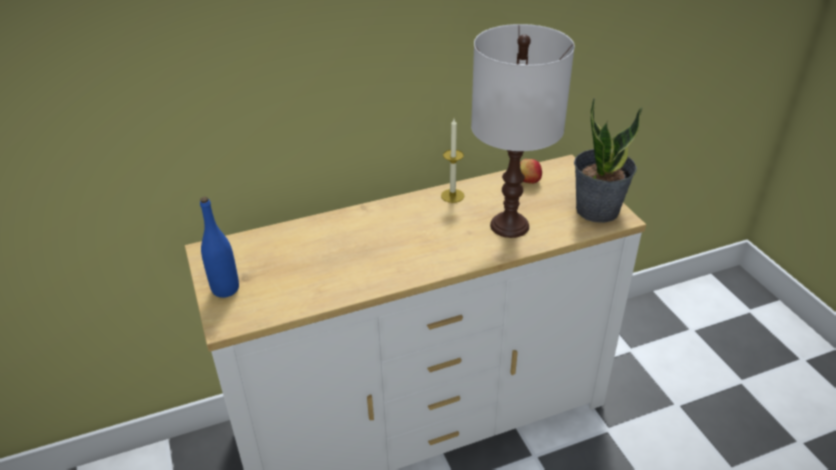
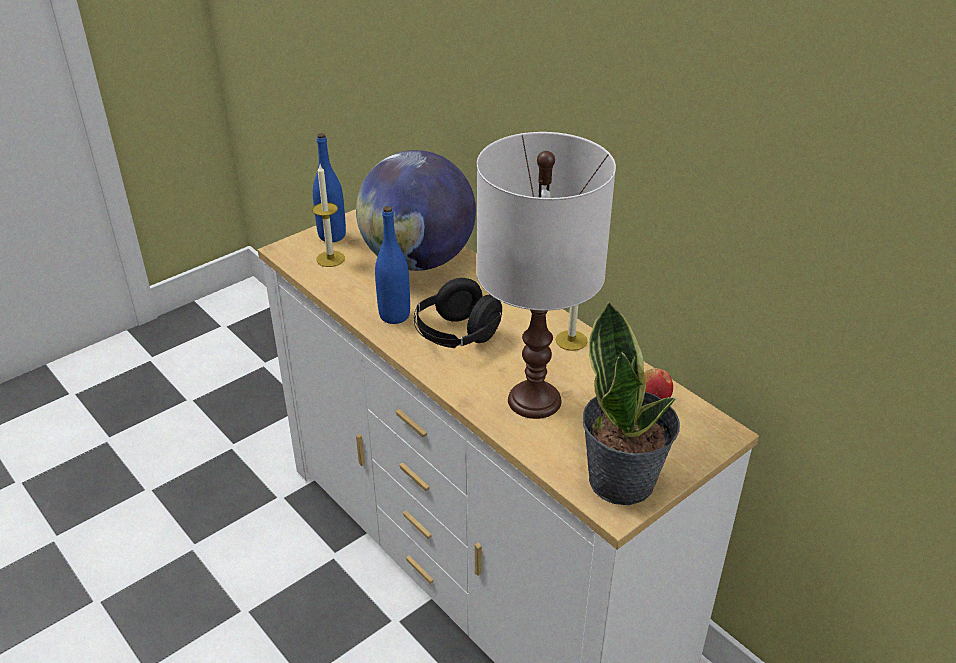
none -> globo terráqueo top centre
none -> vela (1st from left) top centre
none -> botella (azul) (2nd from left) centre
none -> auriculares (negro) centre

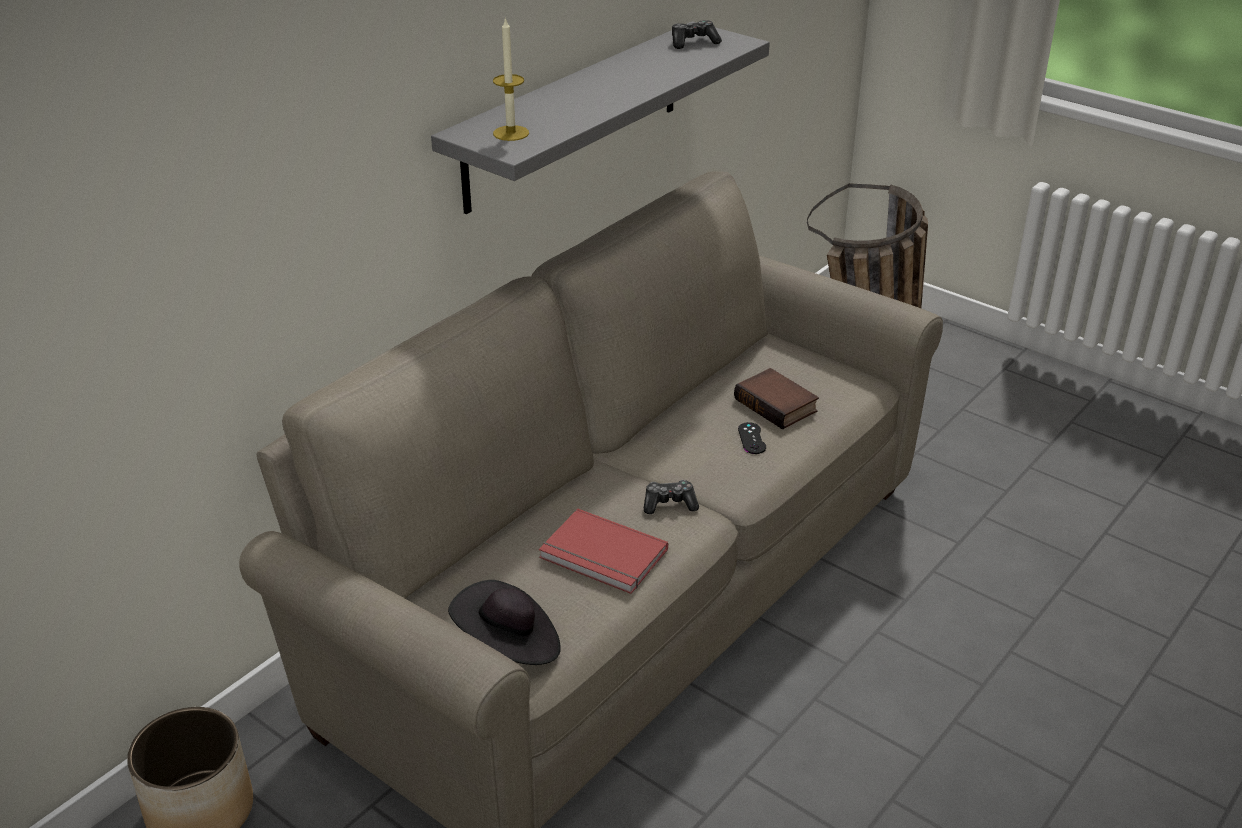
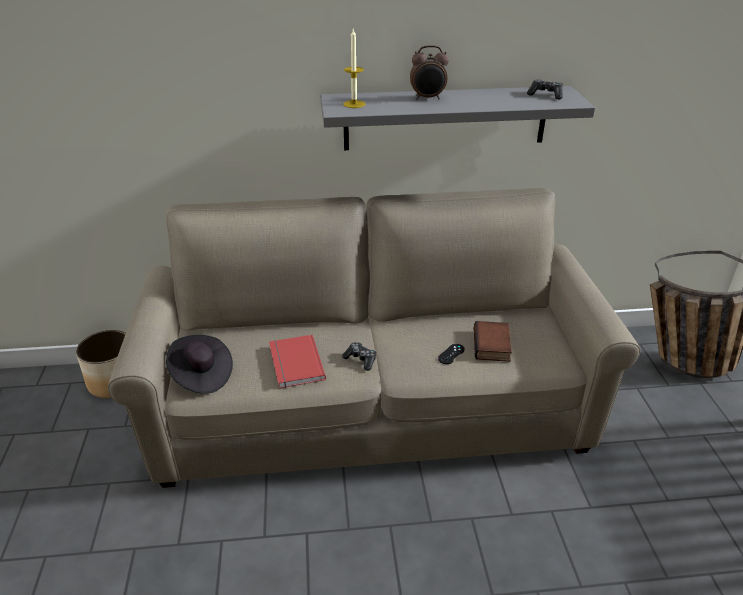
none -> despertador top centre

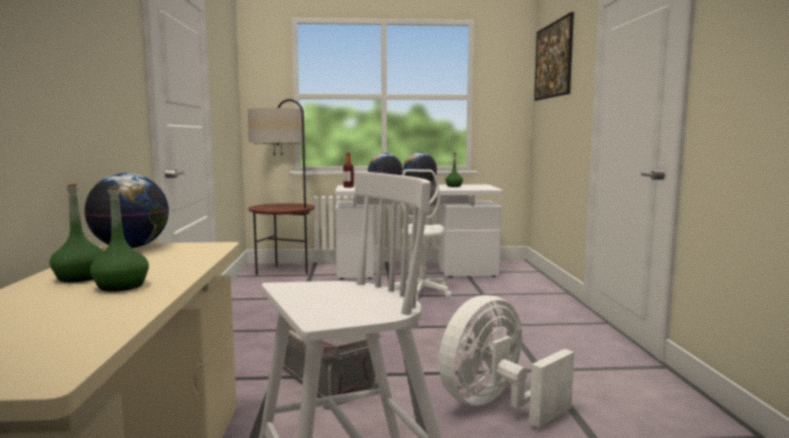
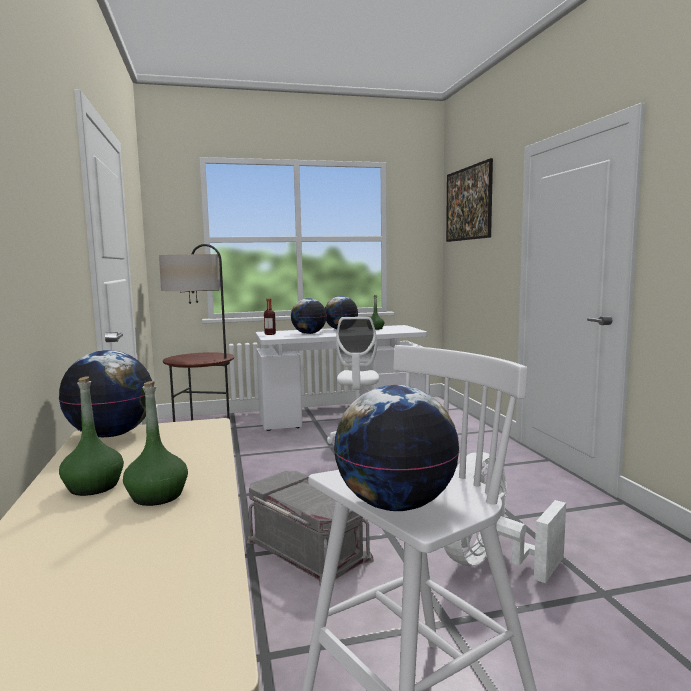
none -> globo terráqueo (4th from left) centre

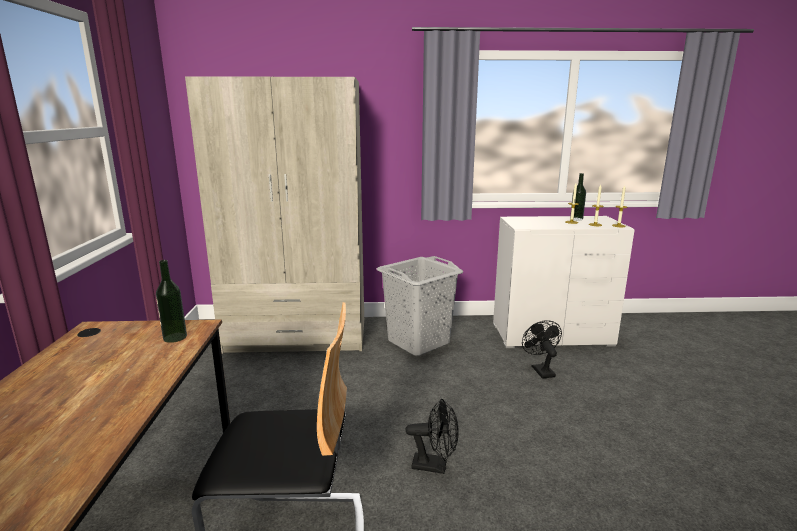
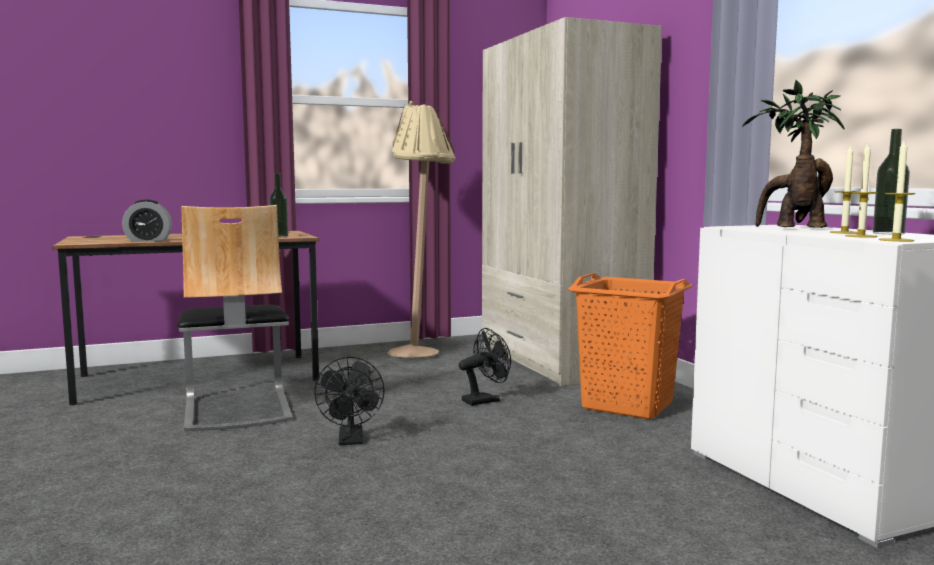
cesto de la ropa (gris) centre -> cesto de la ropa (naranja) middle right
ventilador (negro) (2nd from left) middle right -> ventilador (negro) (2nd from left) centre, move
none -> planta en maceta top right
none -> lámpara de pie (beis) centre
none -> despertador middle left

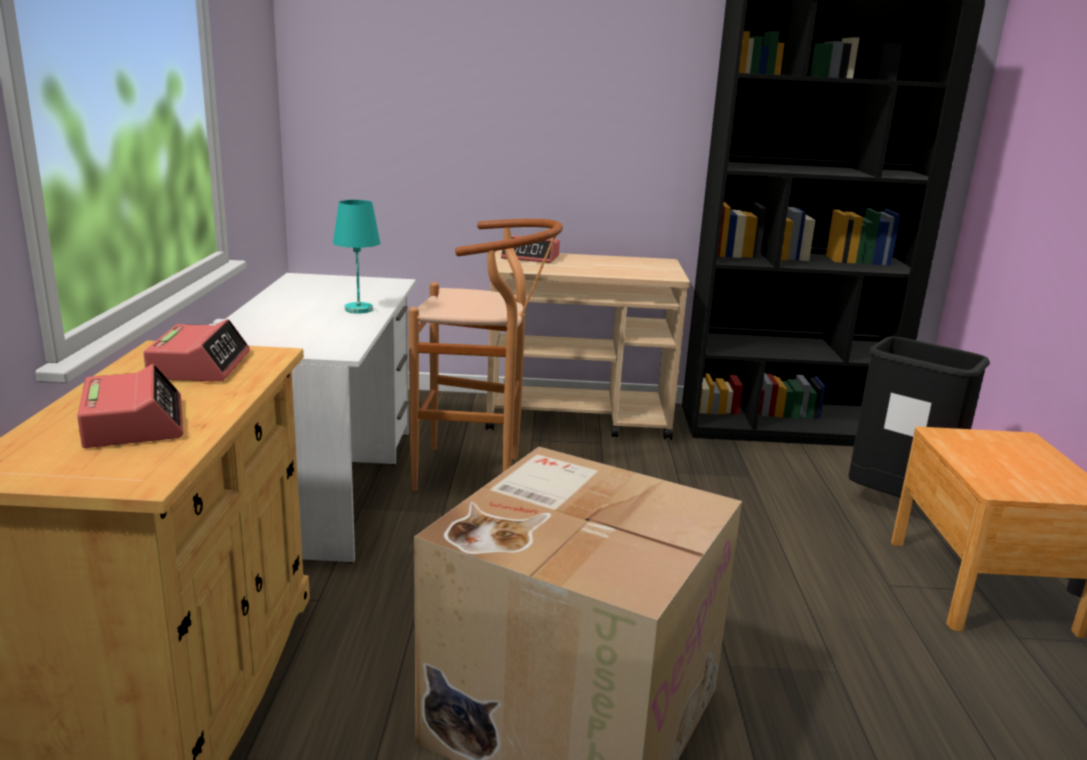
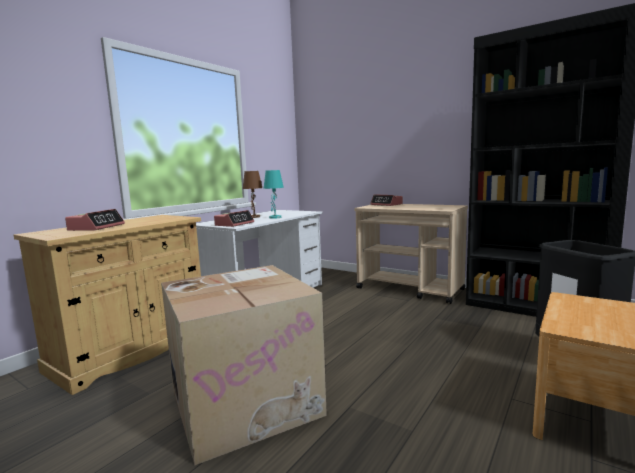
taburete (marrón) centre -> none
despertador (2nd from left) middle left -> despertador (2nd from left) centre, move
none -> lámpara de mesa (marrón) centre

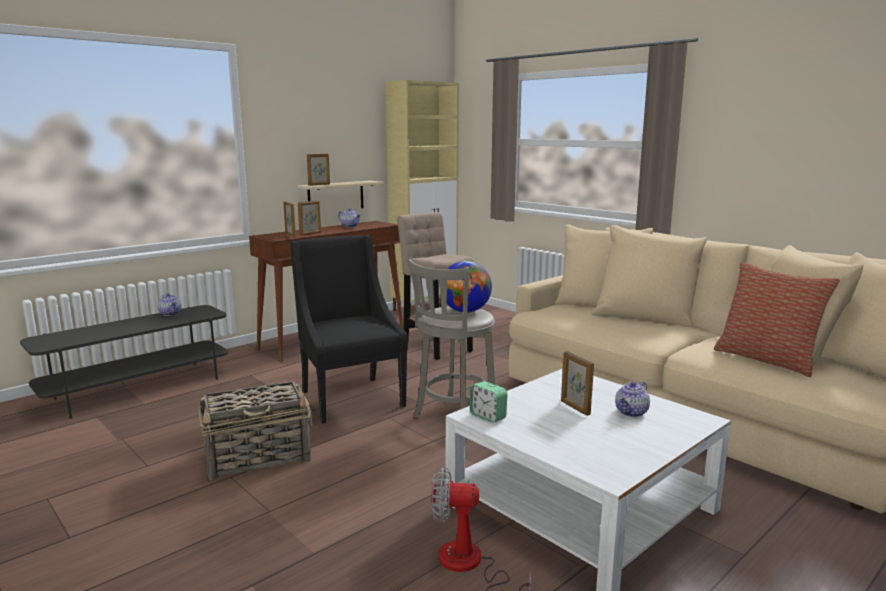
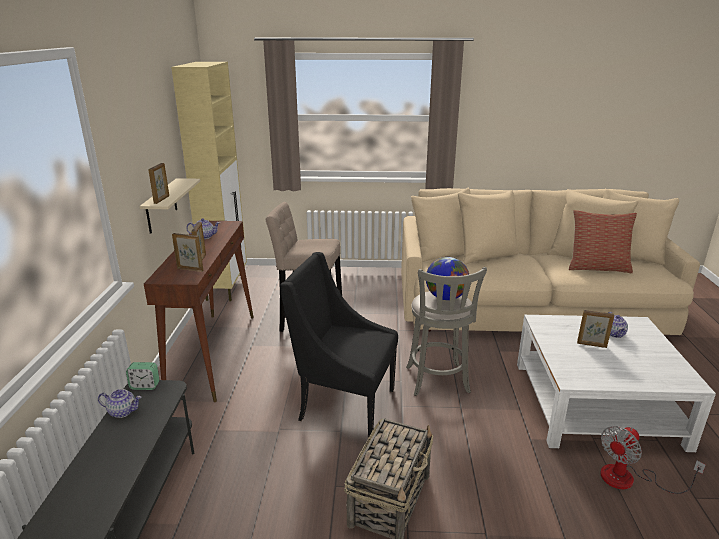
despertador bottom centre -> despertador bottom left, move

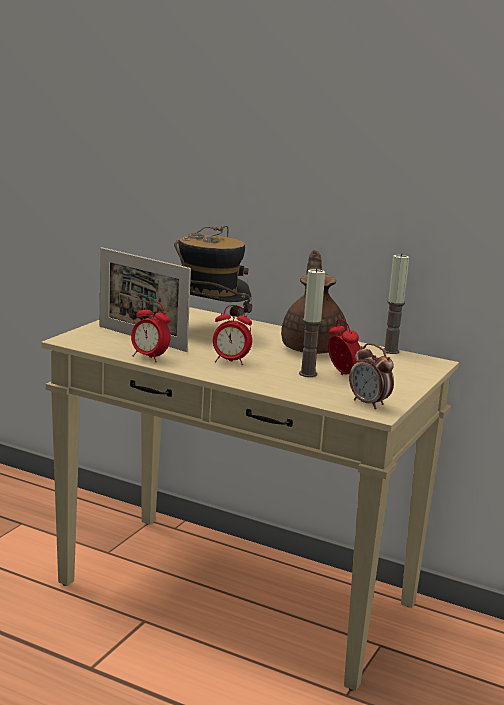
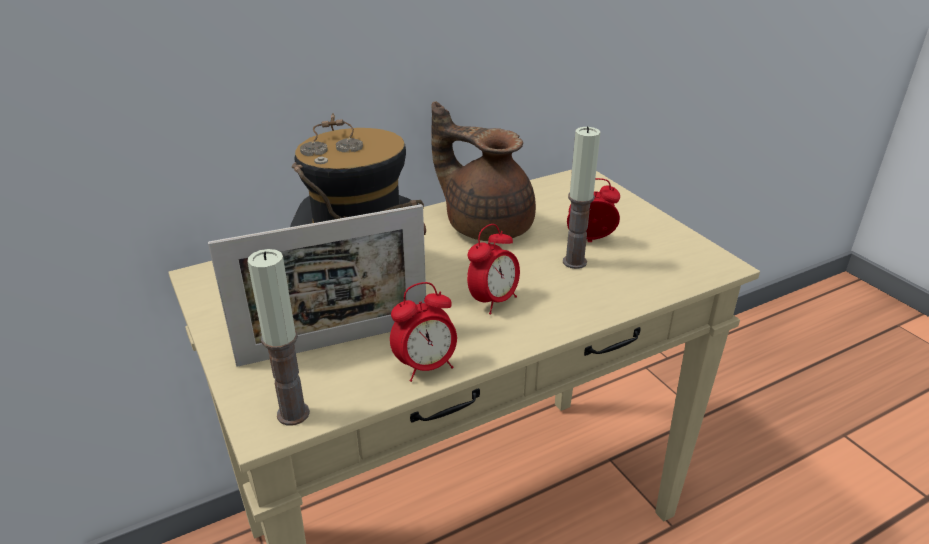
vela (2nd from left in the first image) middle right -> vela (1st from left) middle left, move
despertador (4th from left) middle right -> none

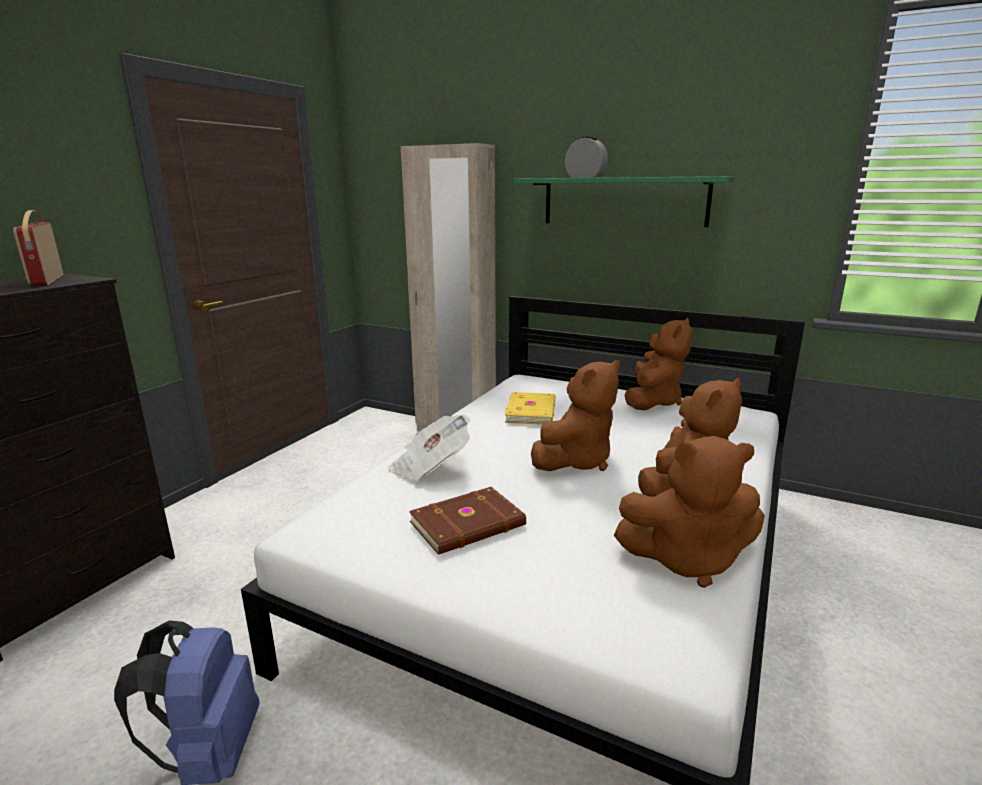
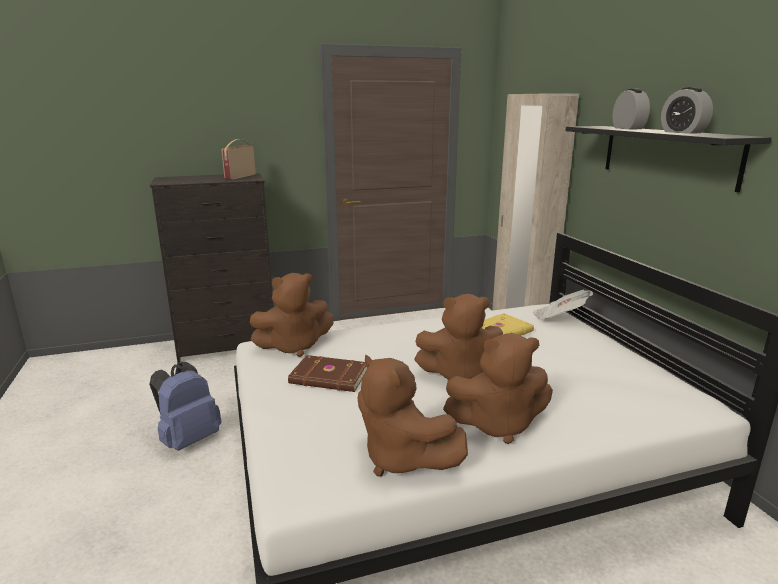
estante (verde) top centre -> estante (negro) top right
peluche (marrón) (2nd from left in the first image) middle right -> peluche (marrón) (1st from left) centre, move
periódico centre -> periódico middle right, move
none -> despertador (2nd from left) top right

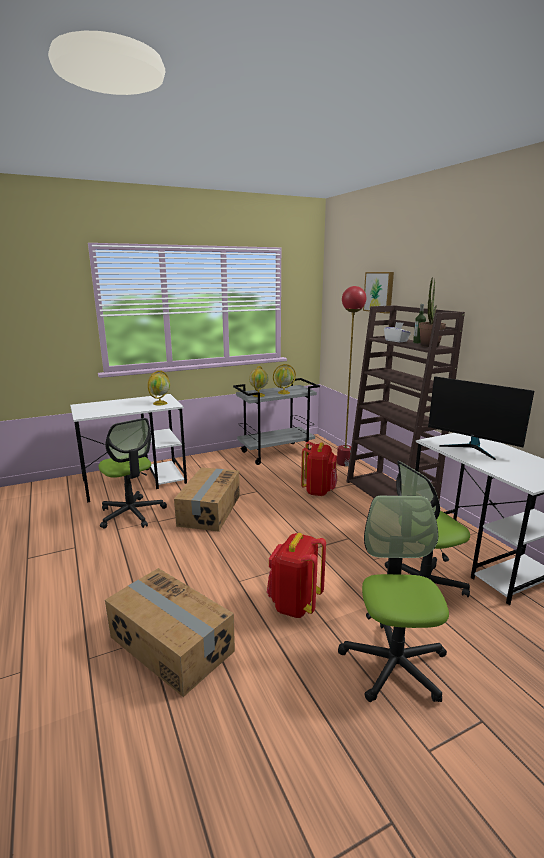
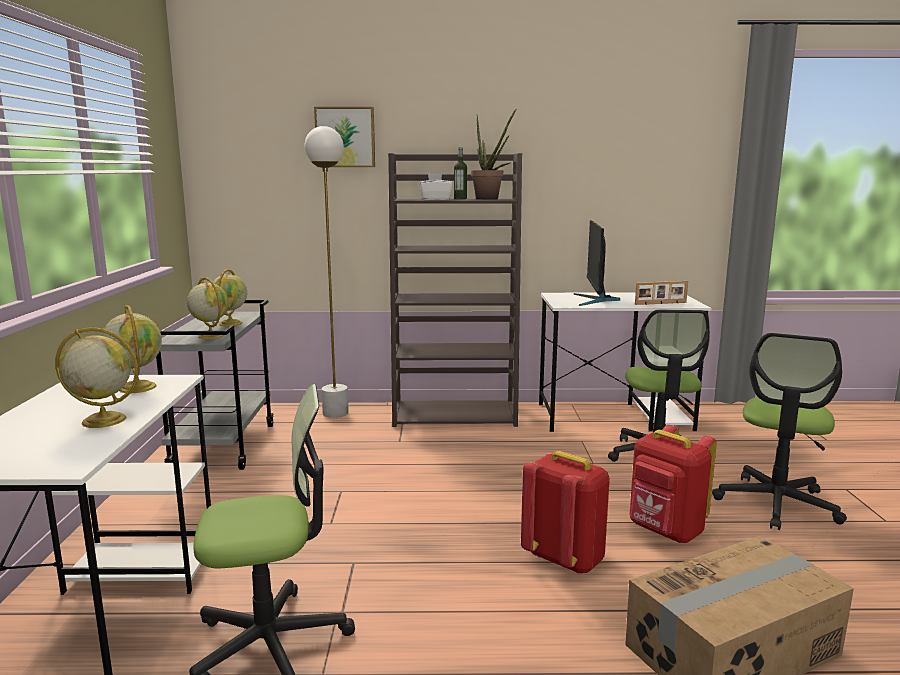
lámpara de pie (rojo) centre -> lámpara de pie (blanco) centre
monitor middle right -> monitor centre, 120 degrees clockwise
mochila (rojo) (2nd from left in the first image) centre -> mochila (rojo) (1st from left) bottom centre, move
caja de cartón (2nd from left) centre -> none
silla de oficina (2nd from left in the first image) bottom right -> silla de oficina (3rd from left) middle right, 90 degrees counterclockwise
none -> portarretratos middle right
none -> globo terráqueo (1st from left) middle left

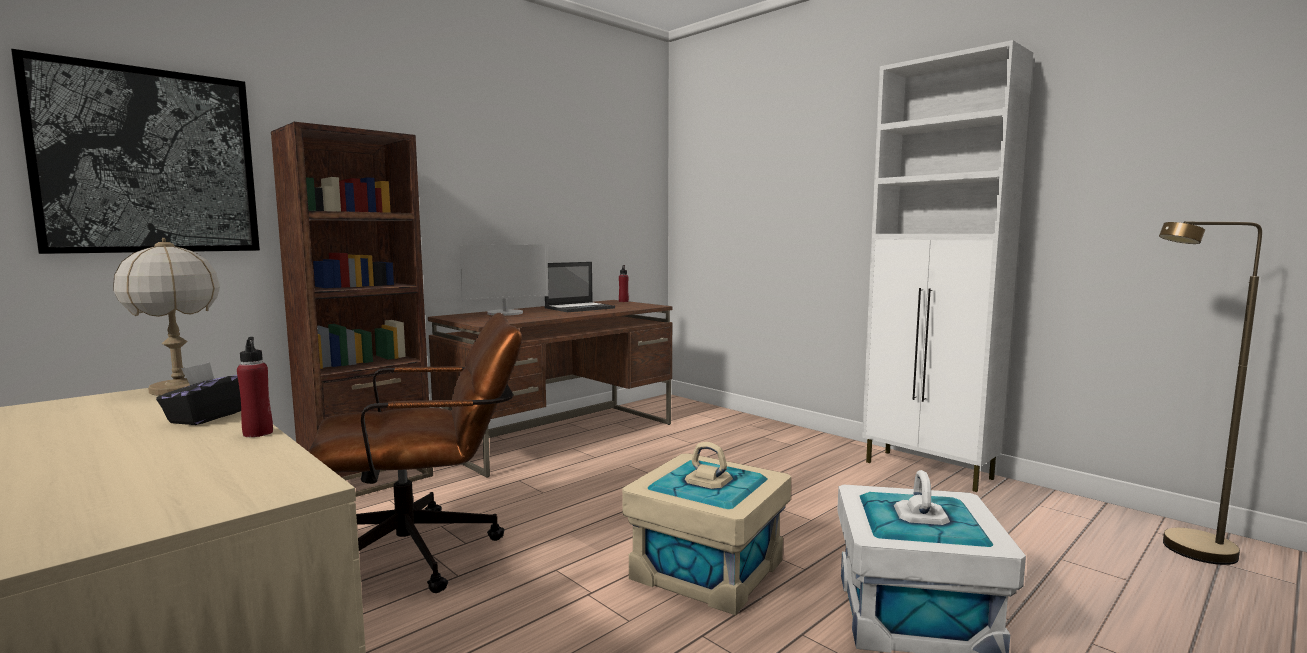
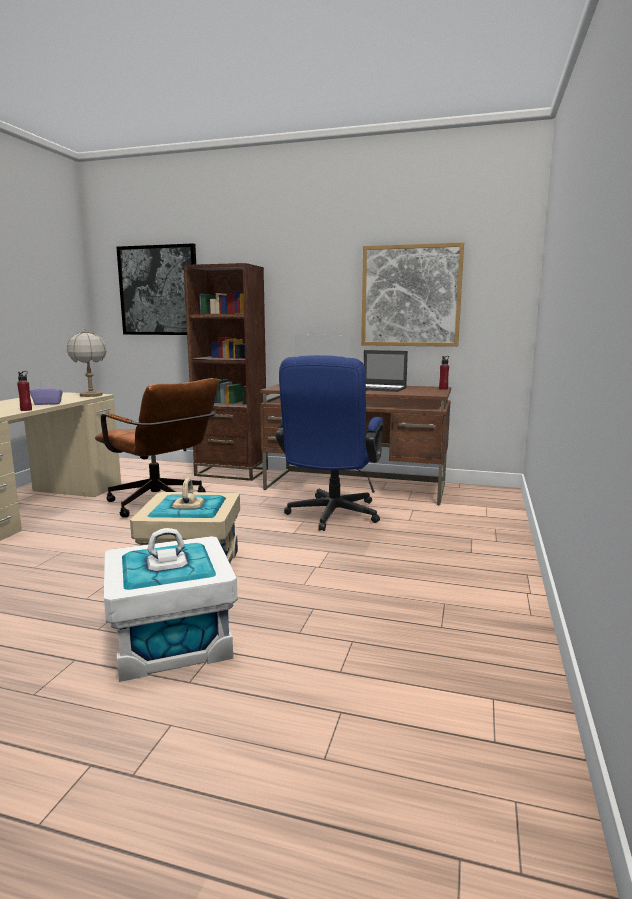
armario (blanco) middle right -> none
lámpara de pie (marrón) middle right -> none
caja de pañuelos (negro) middle left -> caja de pañuelos (morado) middle left
none -> cuadro (2nd from left) top centre
none -> silla de oficina (azul) centre

